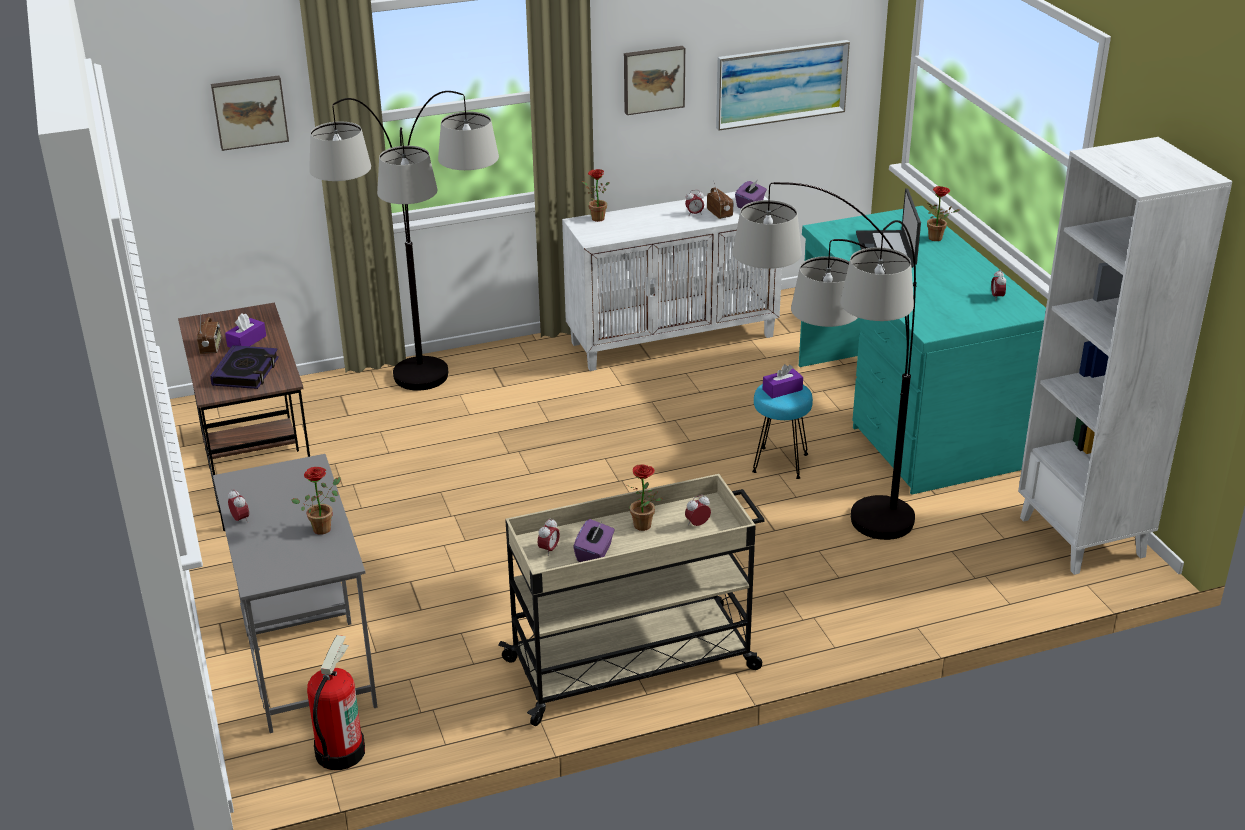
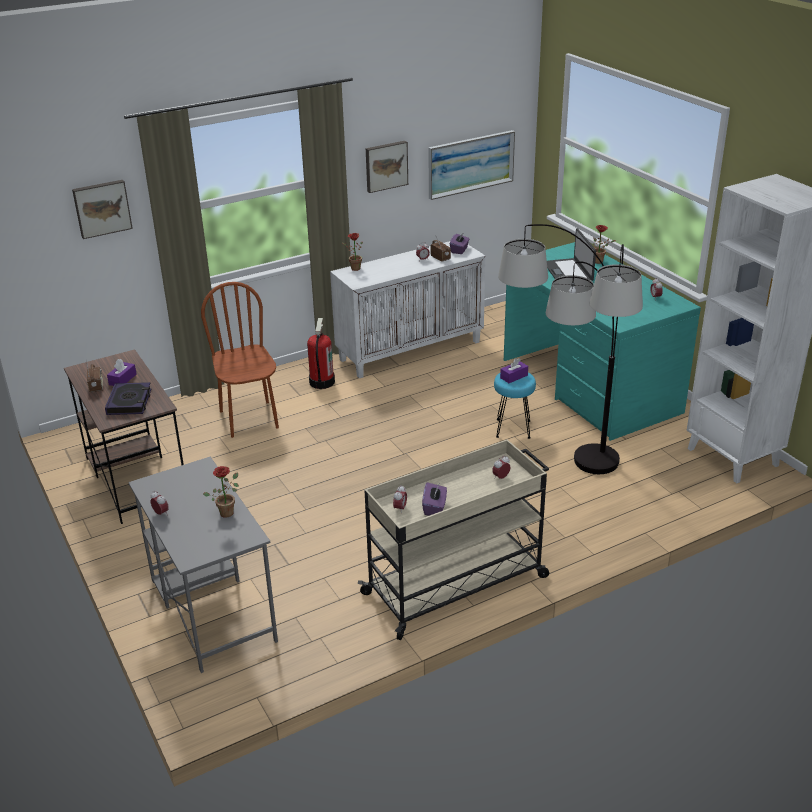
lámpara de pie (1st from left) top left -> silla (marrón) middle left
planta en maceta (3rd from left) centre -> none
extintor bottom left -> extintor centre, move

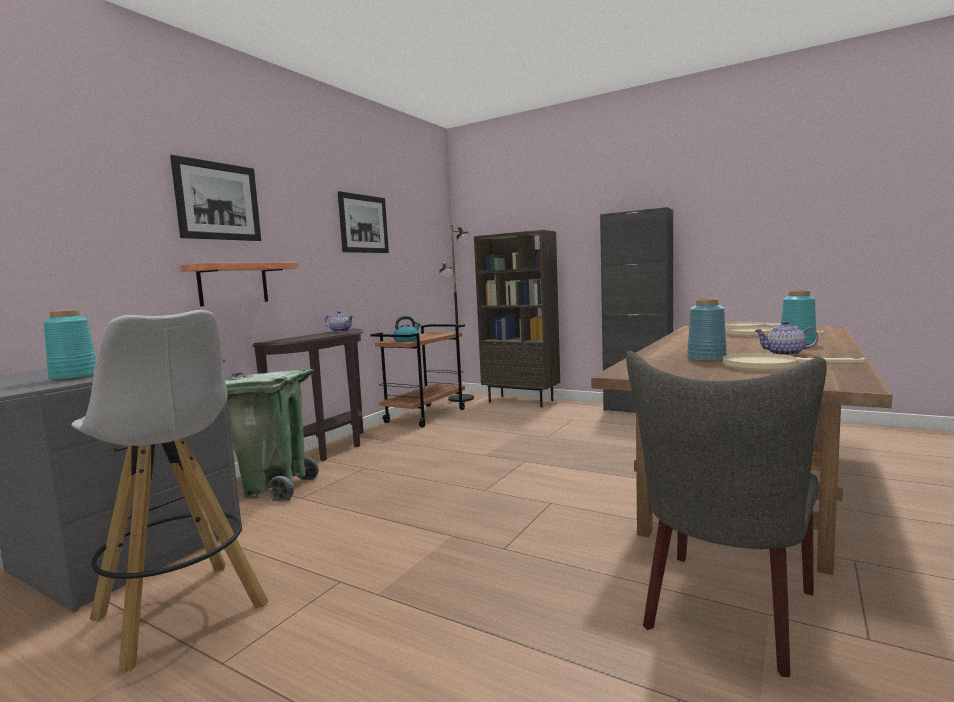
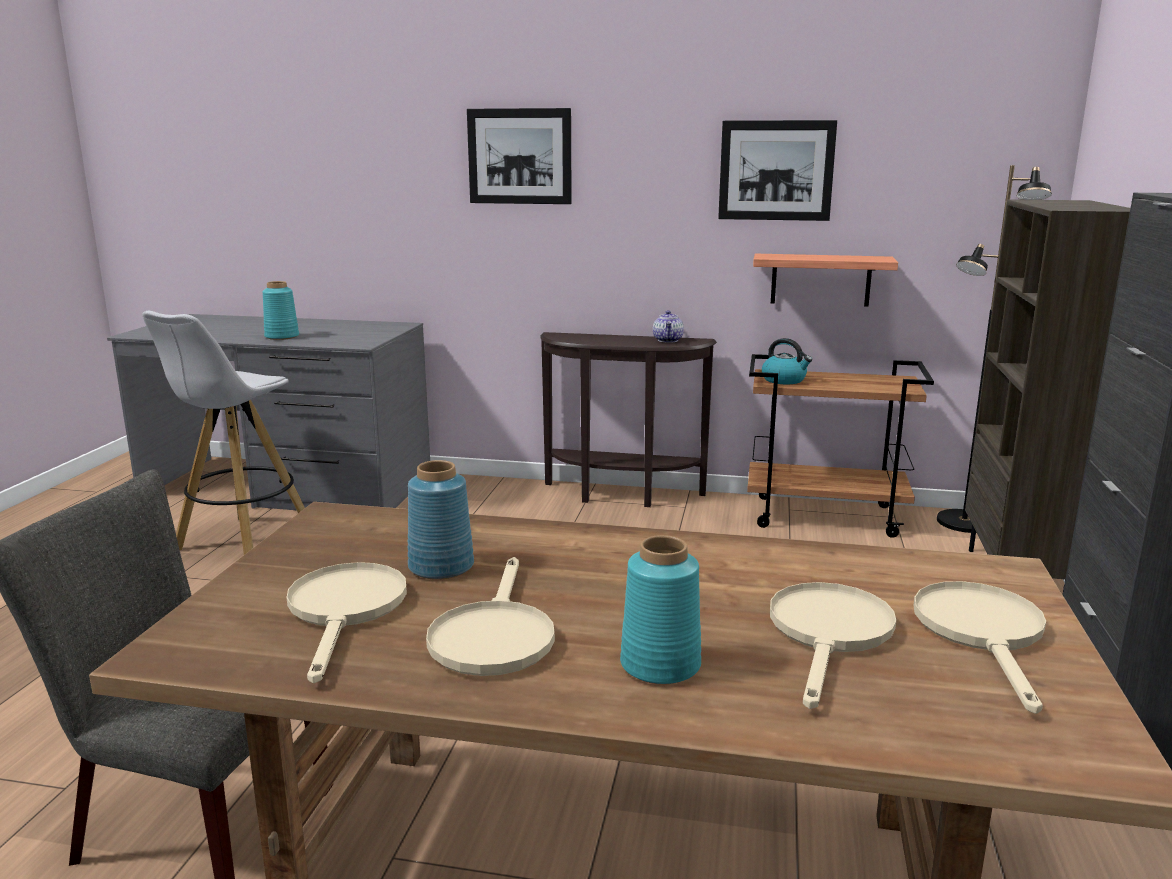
estante middle left -> estante top right, move
tetera (2nd from left) middle right -> sartén (beis) (2nd from left) bottom centre
papelera (verde) middle left -> none

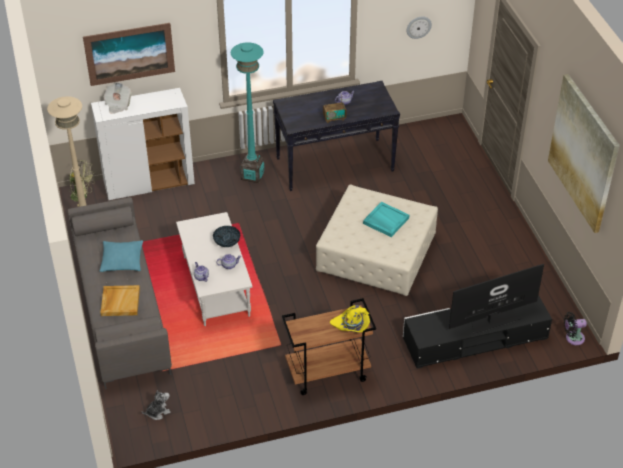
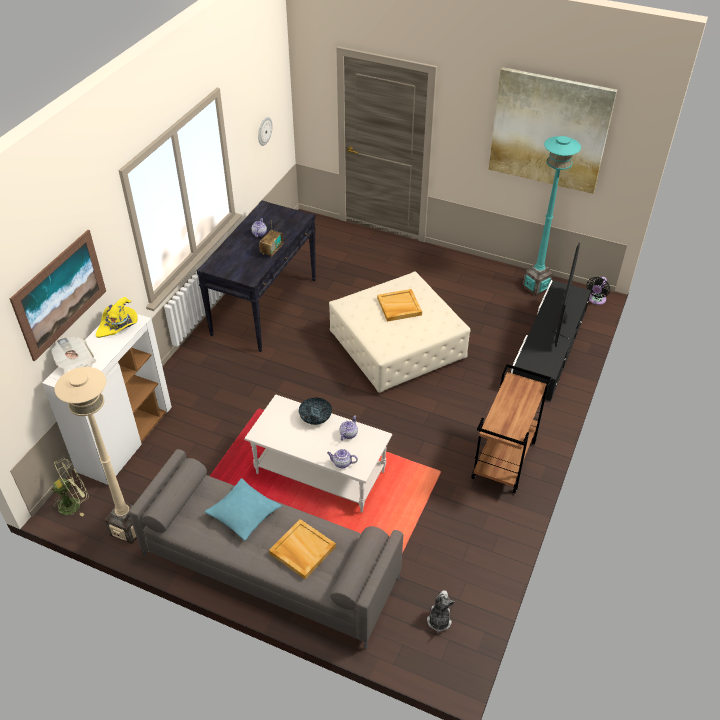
lámpara de pie (turquesa) top centre -> lámpara de pie (turquesa) top right, move
bandeja (turquesa) centre -> bandeja (beis) (2nd from left) centre
sombrero (amarillo) bottom centre -> sombrero (amarillo) middle left, move

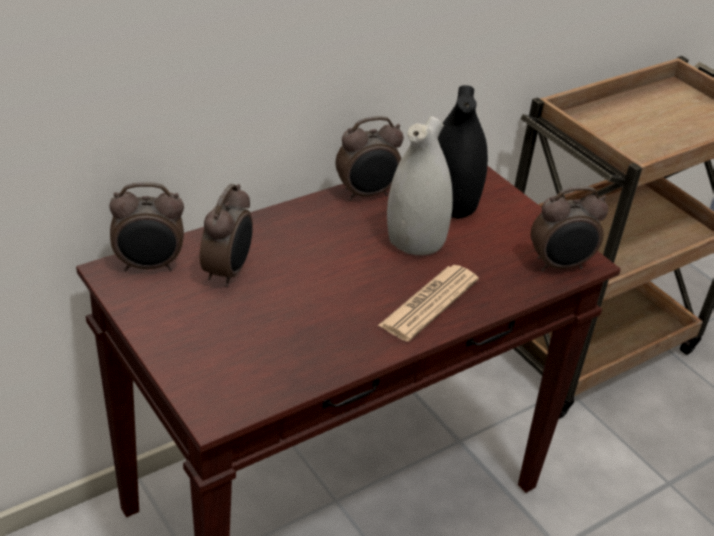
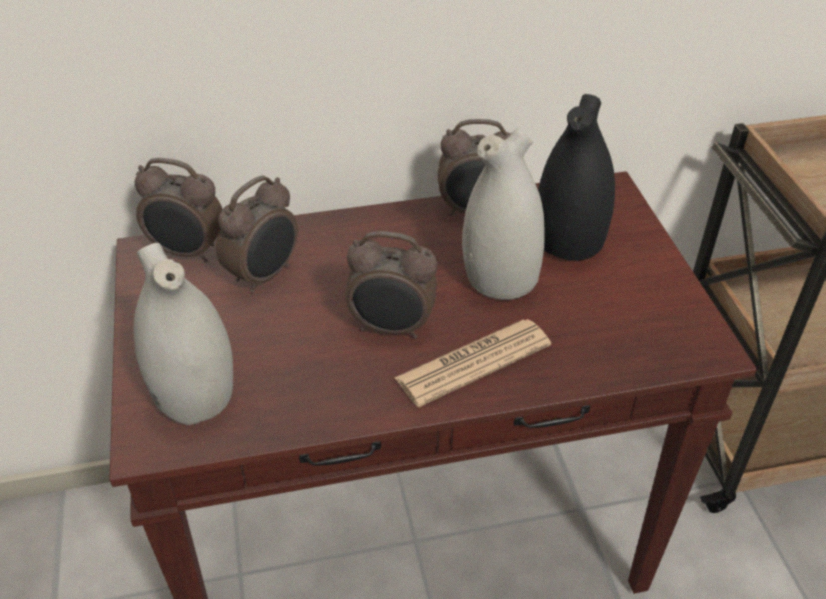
despertador (4th from left in the first image) middle right -> despertador (3rd from left) centre, move
none -> florero (blanco) (1st from left) middle left

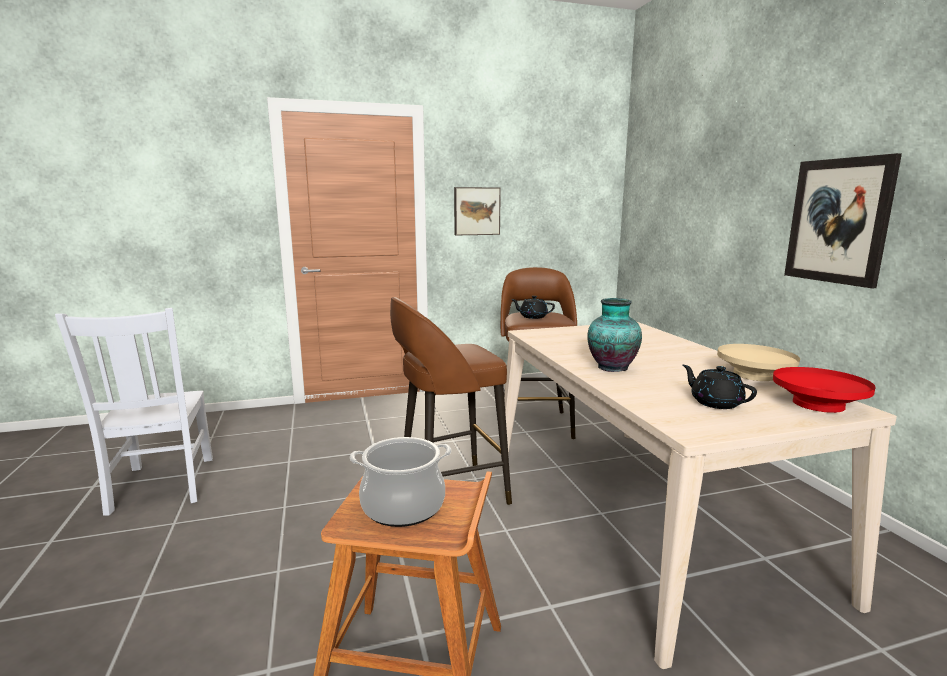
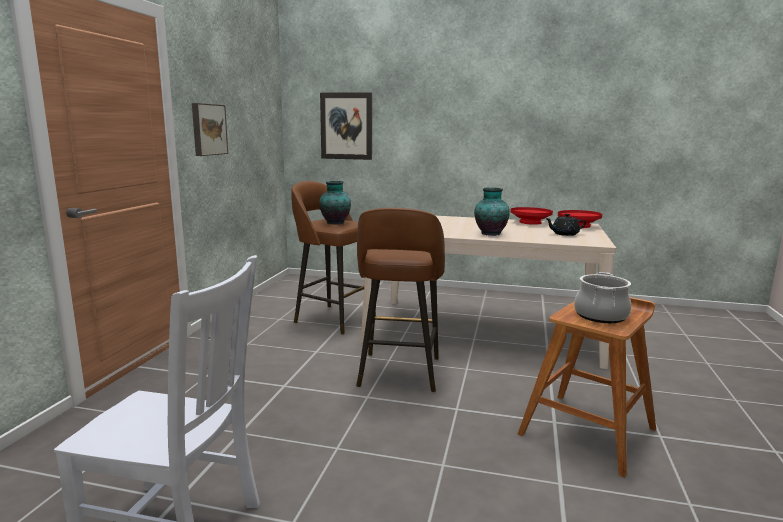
cuadro (2nd from left) top right -> cuadro (2nd from left) top centre, move
tetera (negro) (1st from left) centre -> florero (1st from left) centre
cuenco (beis) middle right -> cuenco (rojo) (1st from left) middle right

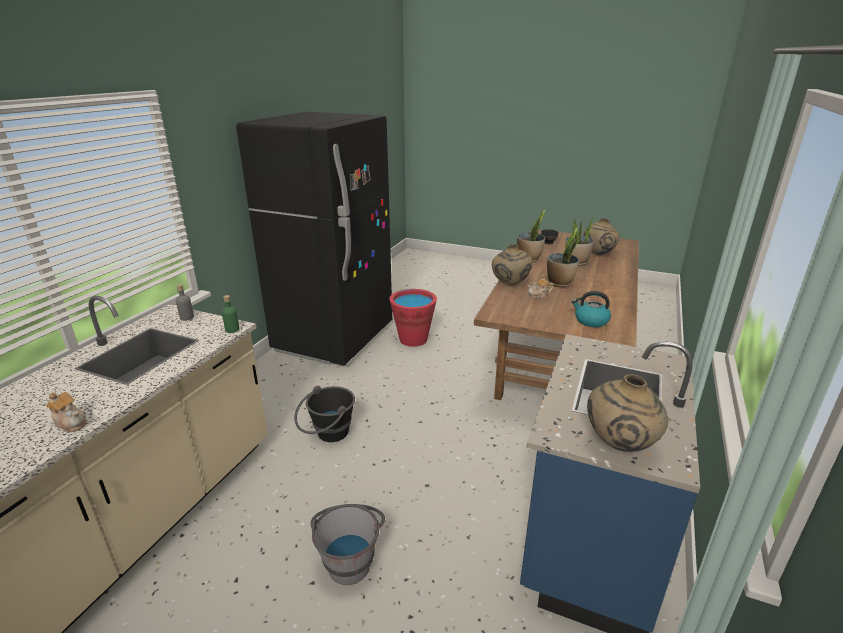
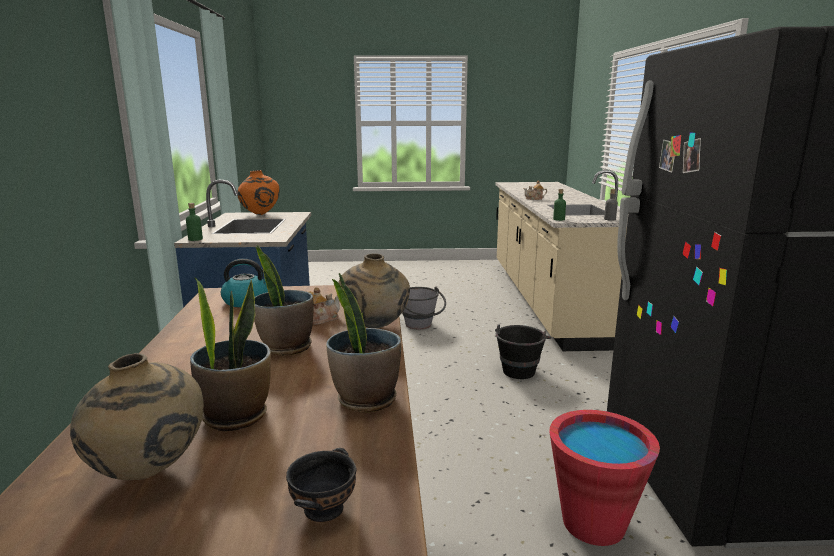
florero (beis) (3rd from left) middle right -> florero (naranja) middle left
none -> botella (verde) (1st from left) middle left

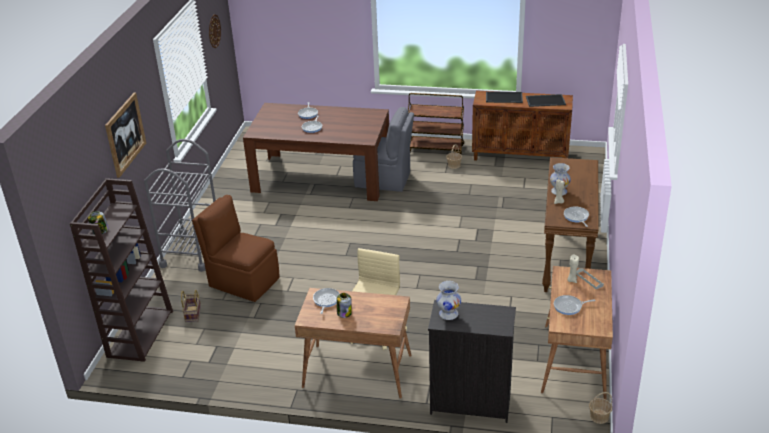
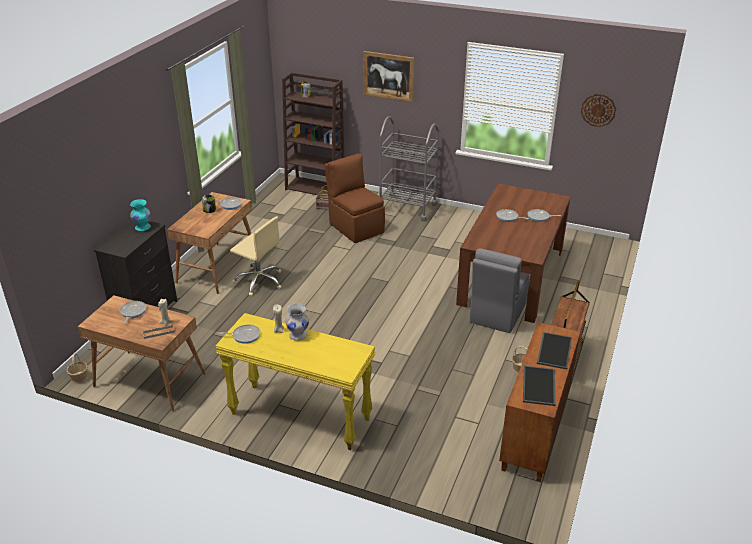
mesa consola (marrón) middle right -> mesa consola (amarillo) bottom centre
silla (marrón) middle left -> silla (marrón) centre, 75 degrees counterclockwise
florero (blanco) (1st from left) bottom centre -> florero (turquesa) middle left

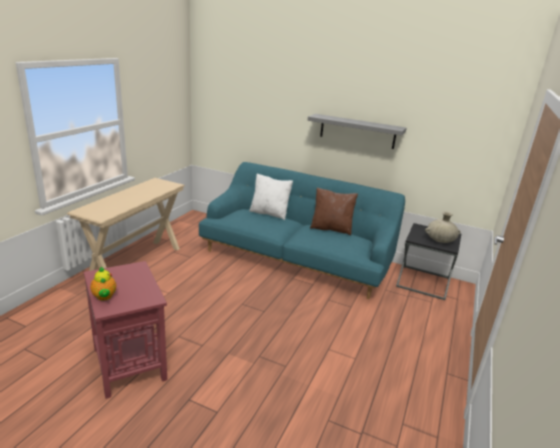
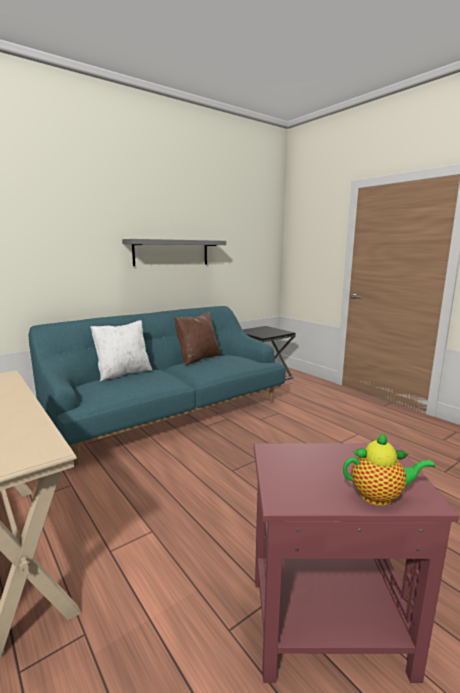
florero (beis) middle right -> none

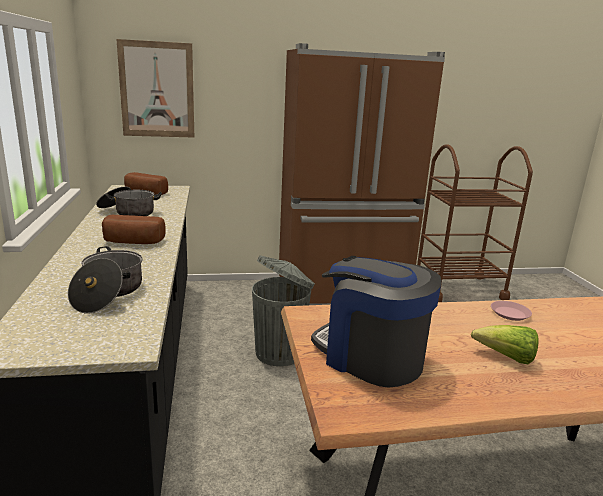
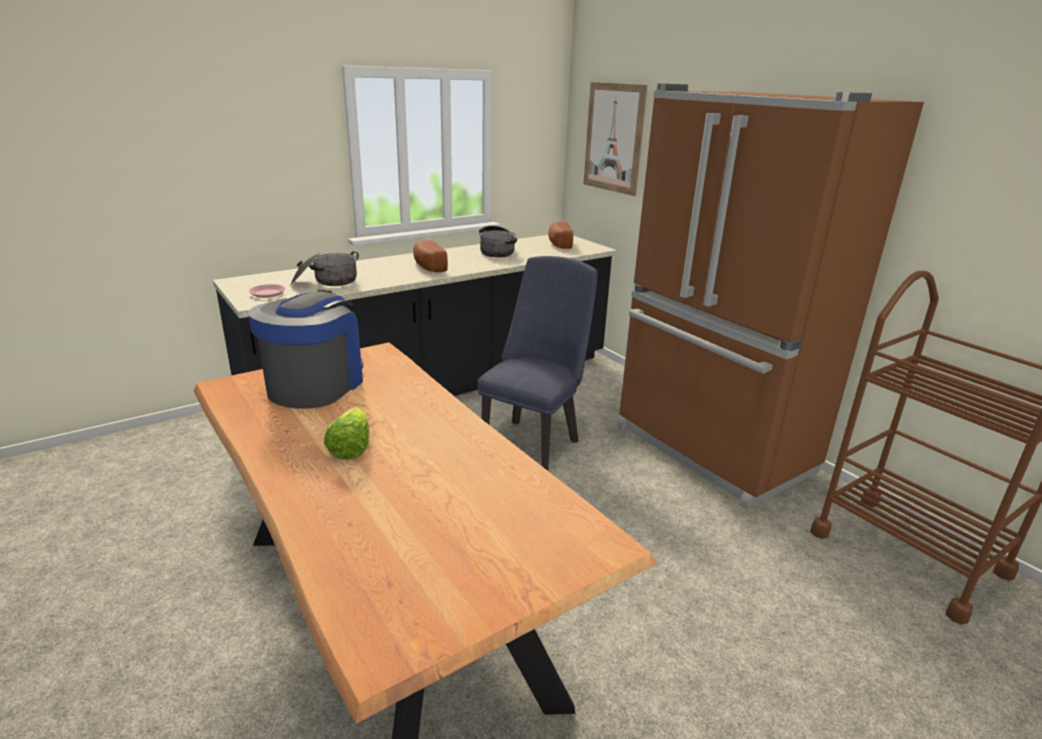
papelera (gris) centre -> silla (azul) centre
plato (rosa) middle right -> plato (rosa) middle left, move

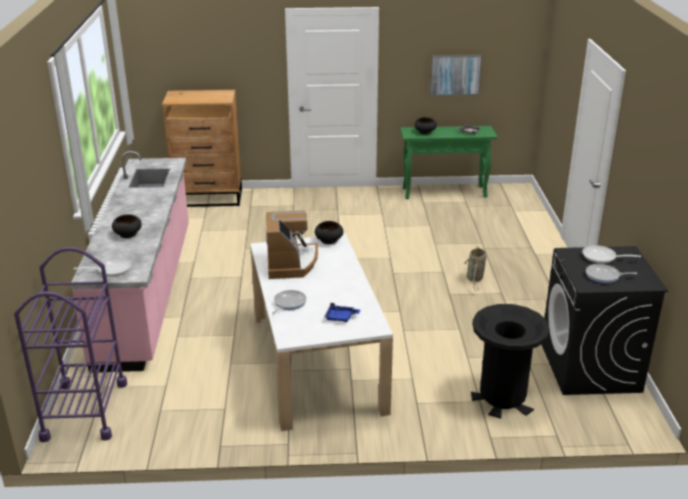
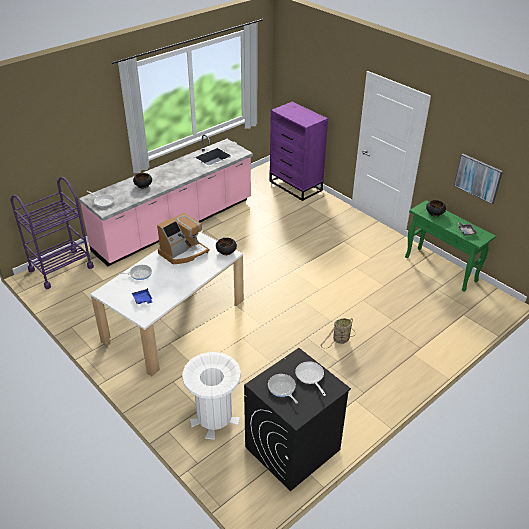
cómoda (marrón) top left -> cómoda (morado) top centre
papelera (negro) bottom right -> papelera (blanco) bottom centre

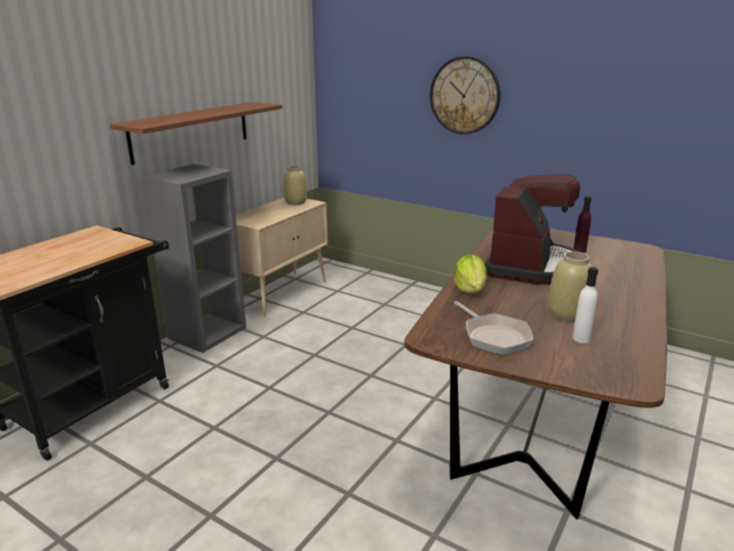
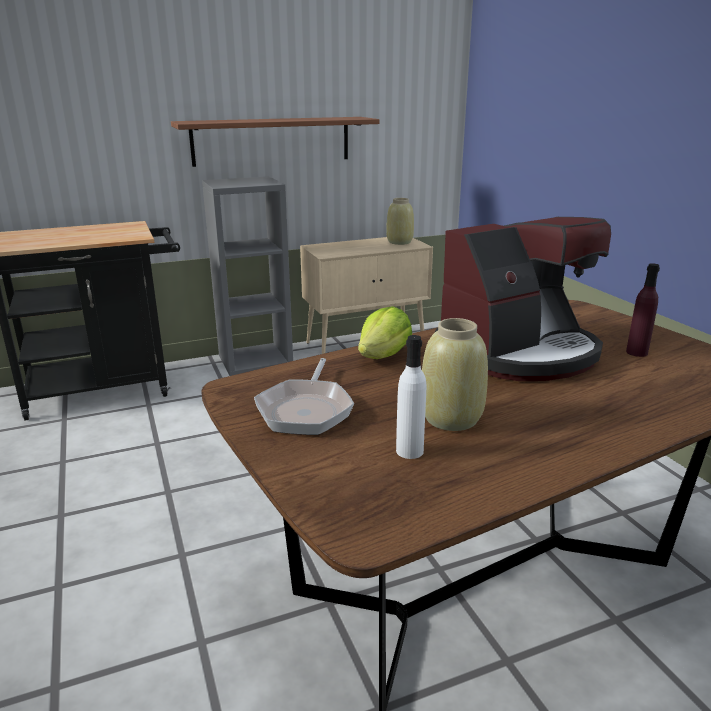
reloj de pared top centre -> none

